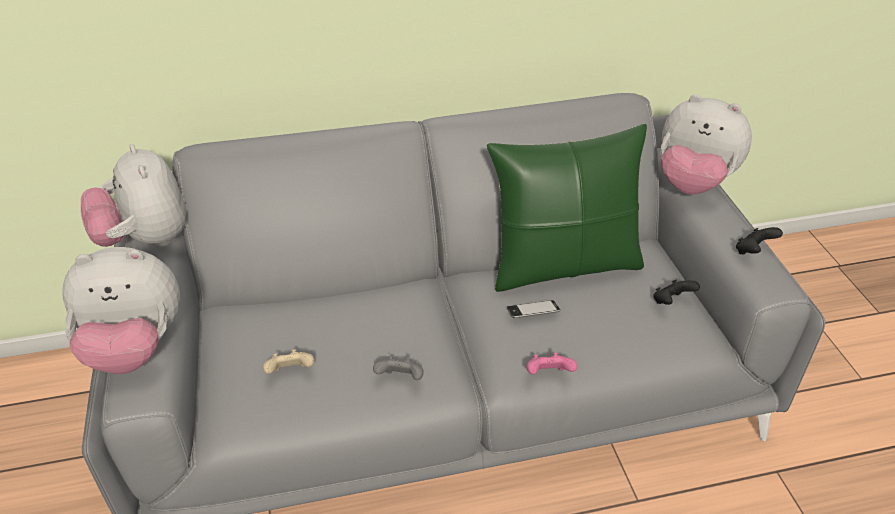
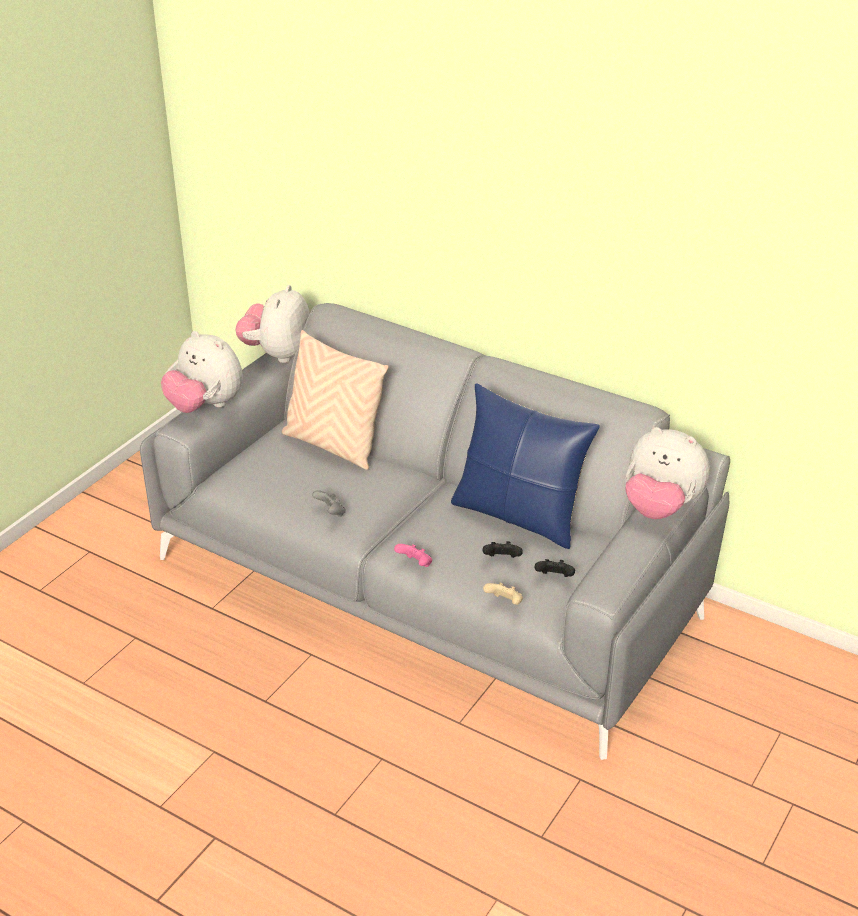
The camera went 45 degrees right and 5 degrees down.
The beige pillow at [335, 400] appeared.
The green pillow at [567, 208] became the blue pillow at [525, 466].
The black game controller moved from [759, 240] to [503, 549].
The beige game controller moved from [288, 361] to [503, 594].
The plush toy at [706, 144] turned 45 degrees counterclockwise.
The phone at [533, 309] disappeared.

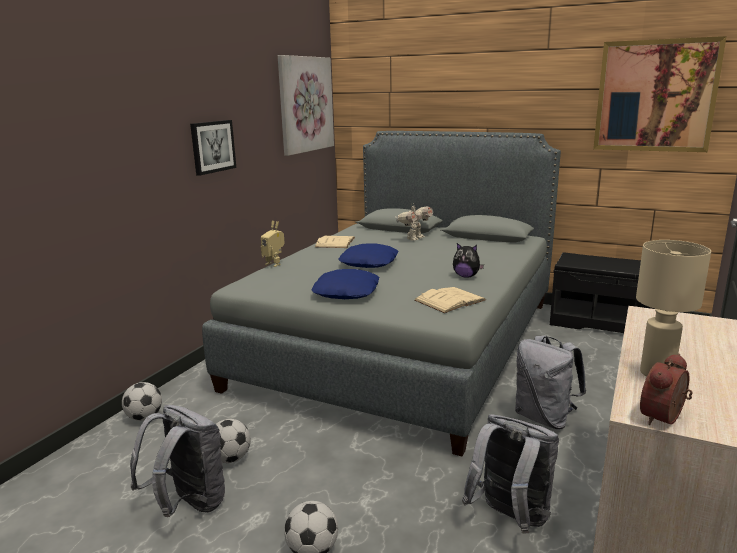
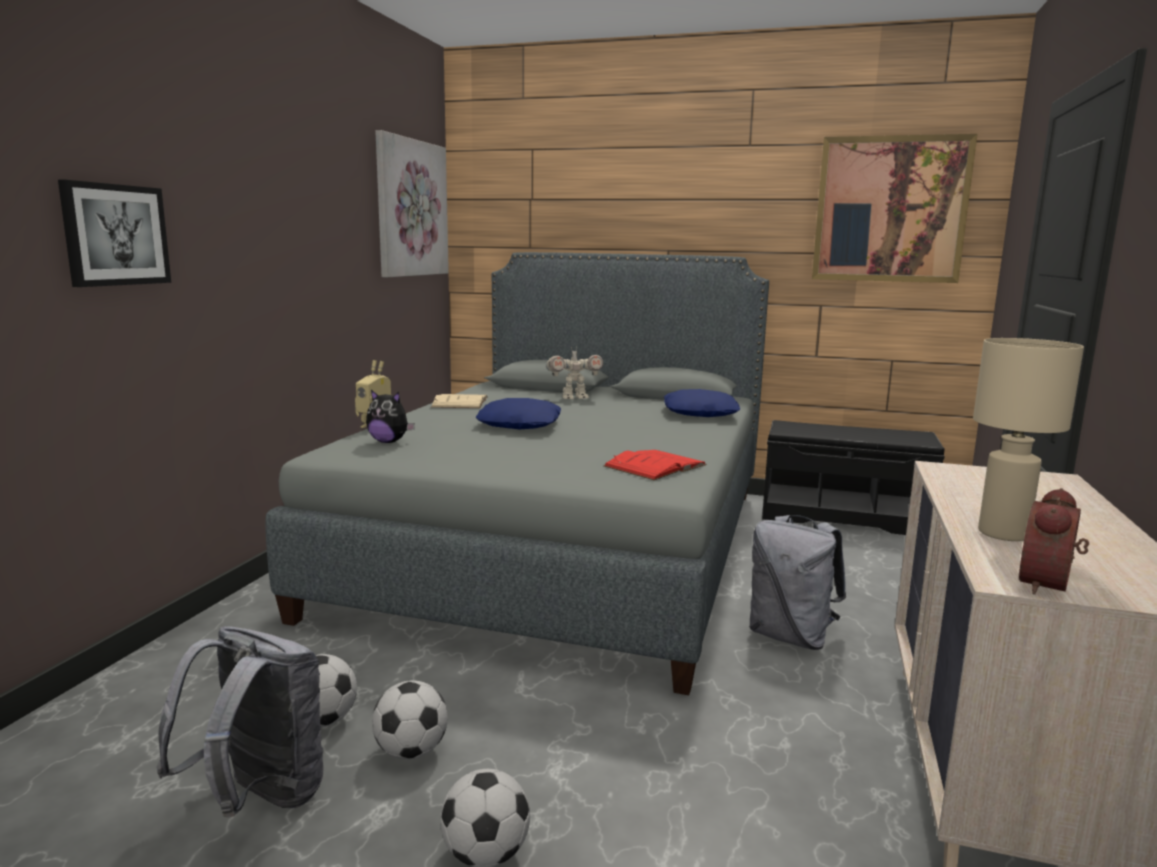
The camera went 10 degrees left and 5 degrees down.
The picture moved from [213, 148] to [114, 233].
The plush toy moved from [468, 260] to [390, 416].
The football moved from [142, 401] to [410, 719].
The toy robot at [414, 221] turned 45 degrees clockwise.
The beige book at [450, 300] became the red book at [655, 465].
The blue pillow moved from [345, 284] to [702, 403].
The grey backpack at [510, 474] disappeared.

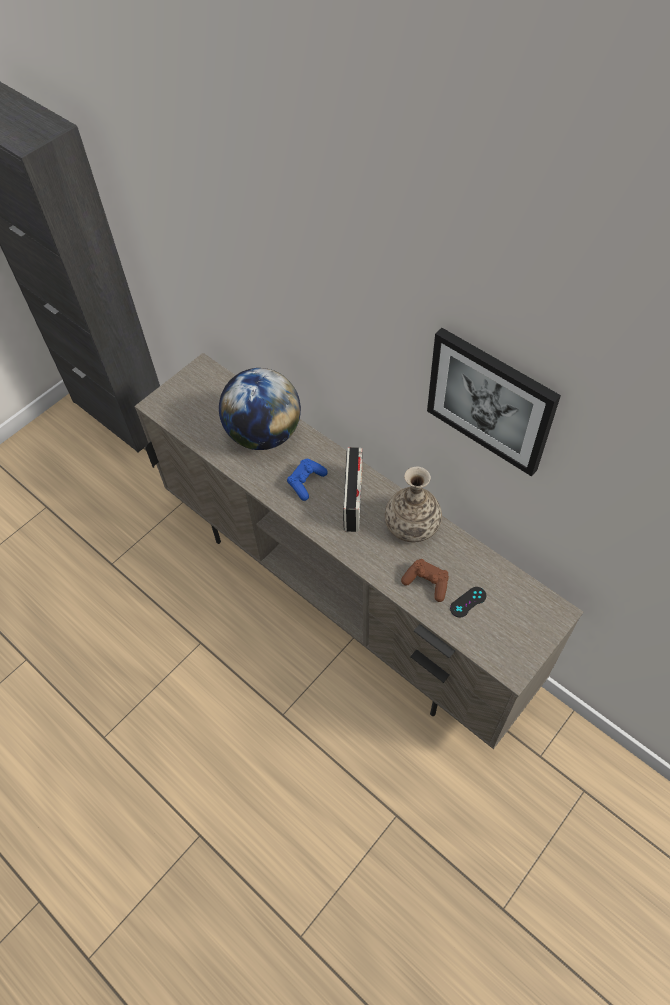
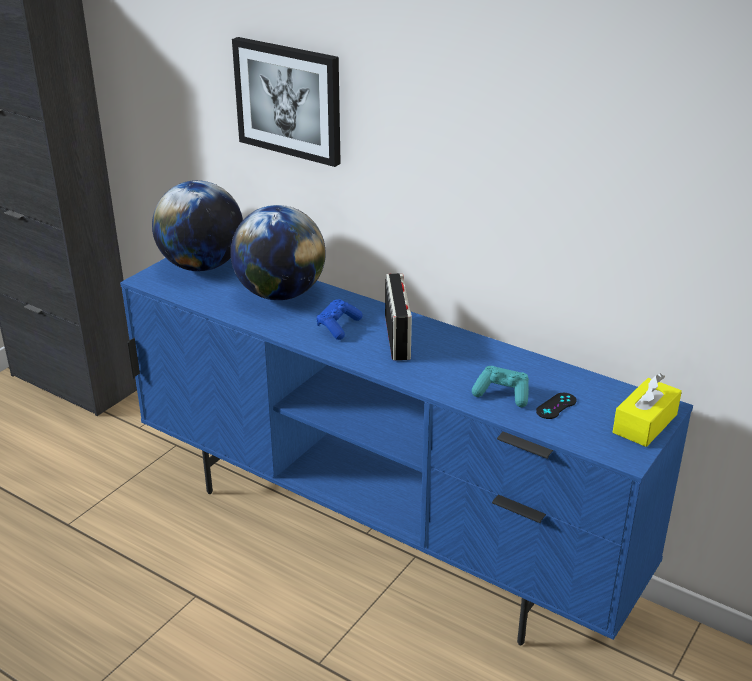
The camera went 10 degrees left and 25 degrees down.
The beige tv stand at [358, 551] became the blue tv stand at [406, 452].
The globe at [197, 225] appeared.
The picture moved from [494, 402] to [286, 102].
The brown game controller at [425, 580] became the turquoise game controller at [500, 386].
The yellow tissue box at [647, 410] appeared.
The vase at [413, 504] disappeared.

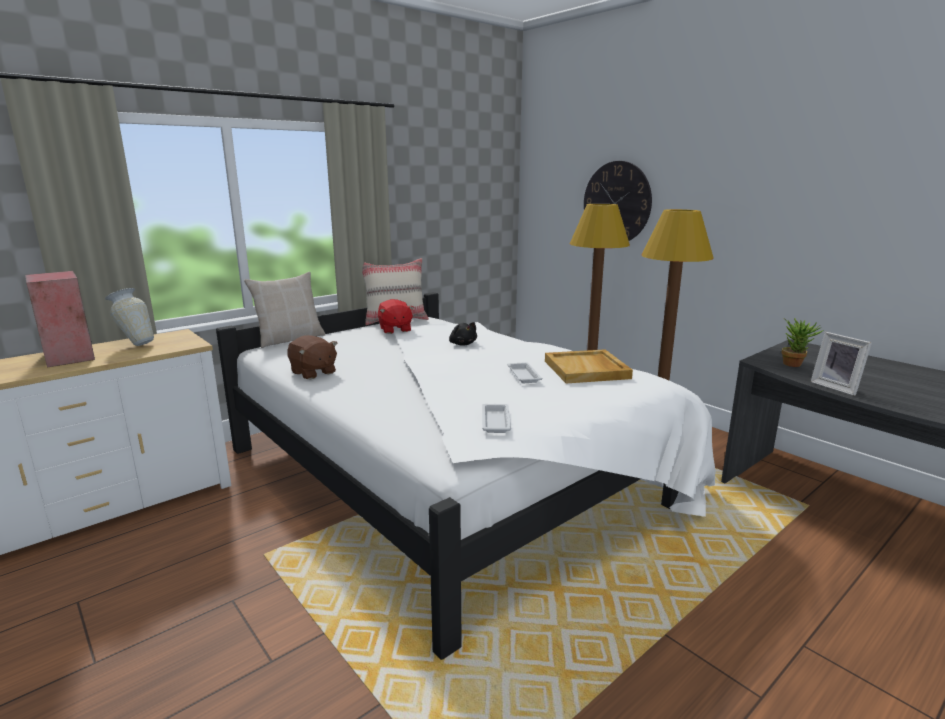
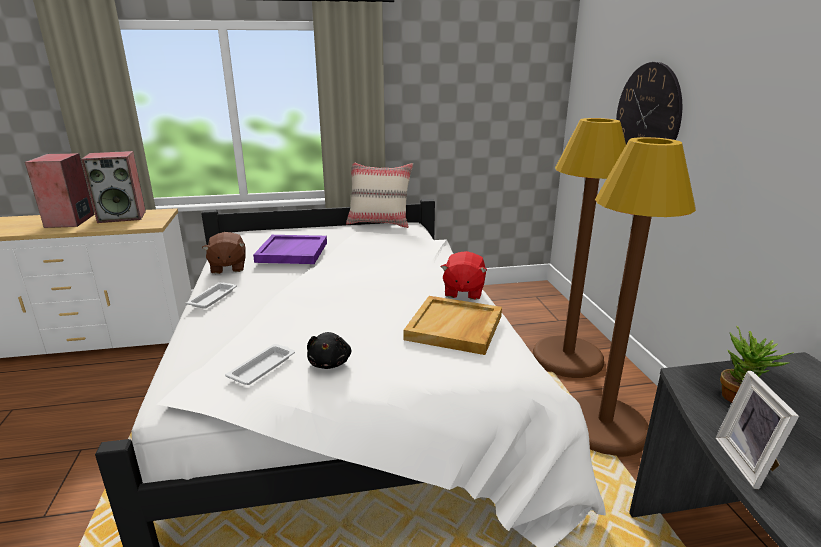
The camera went 30 degrees right and 5 degrees up.
The vase at [129, 317] was replaced by the speaker at [113, 187].
The white tray moved from [524, 372] to [211, 295].
The purple tray at [290, 249] appeared.
The black plush toy moved from [463, 334] to [329, 350].
The red plush toy moved from [396, 316] to [464, 275].
The beige pillow at [285, 310] disappeared.

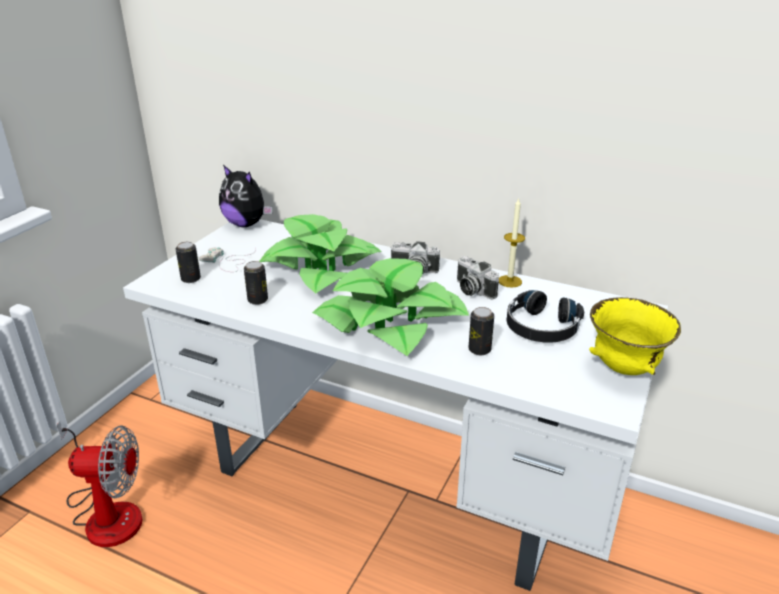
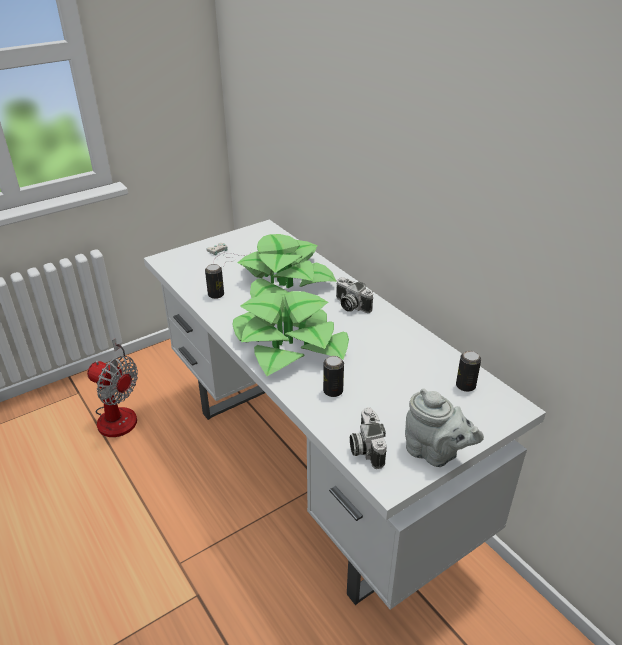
The camera went 30 degrees right and 5 degrees up.
The photo camera moved from [478, 277] to [368, 438].
The yellow bowl at [635, 336] was replaced by the grey teapot at [444, 427].
The can moved from [188, 262] to [468, 371].
The plush toy at [246, 196] disappeared.
The candle at [512, 242] disappeared.
The black headphones at [545, 316] disappeared.

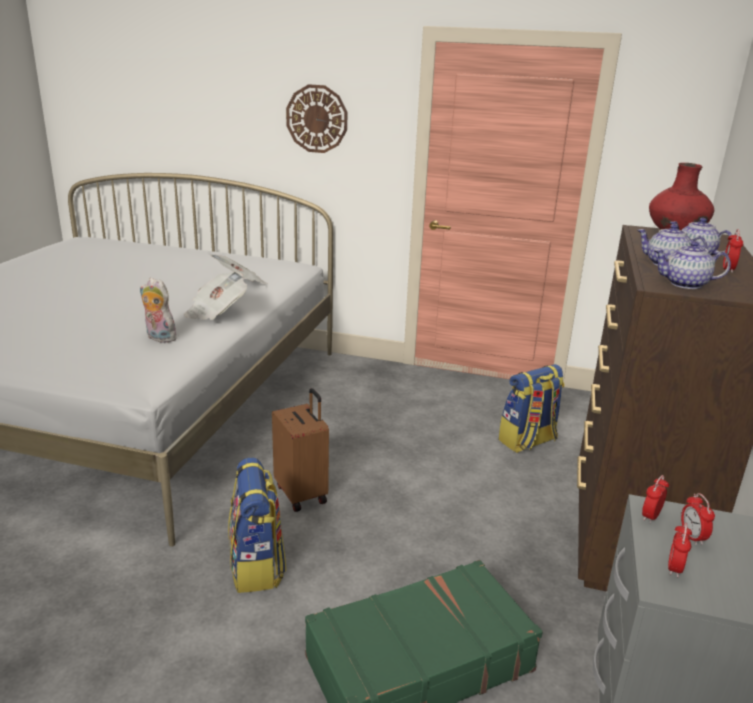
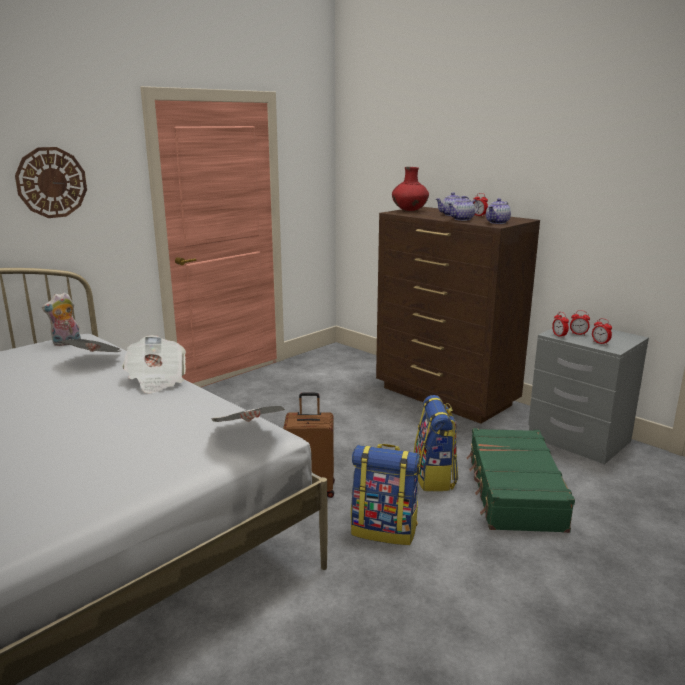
The camera went 60 degrees left and 5 degrees down.
The plush toy moved from [159, 310] to [61, 319].
The newspaper at [248, 414] appeared.
The backpack moved from [531, 408] to [436, 443].

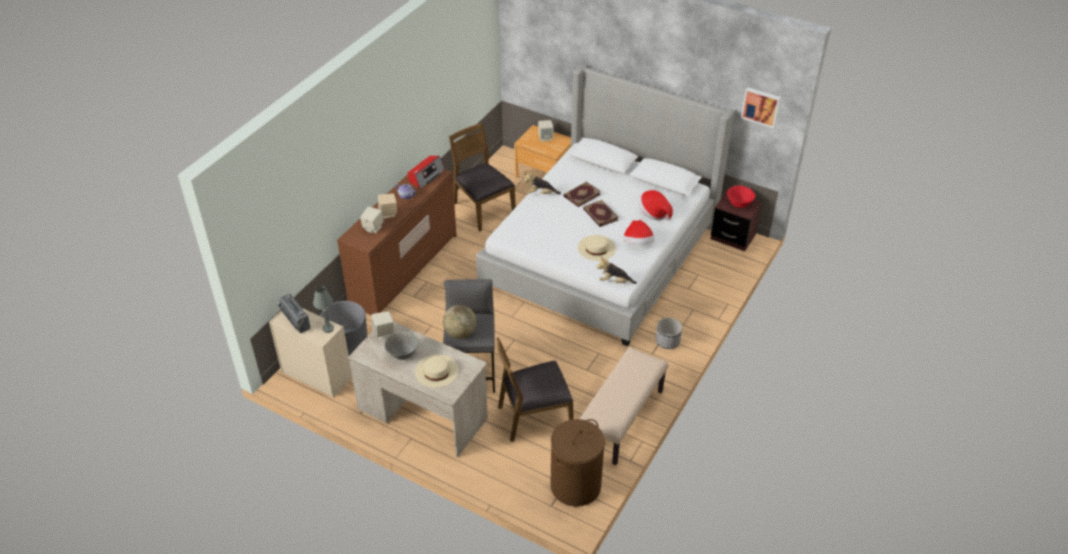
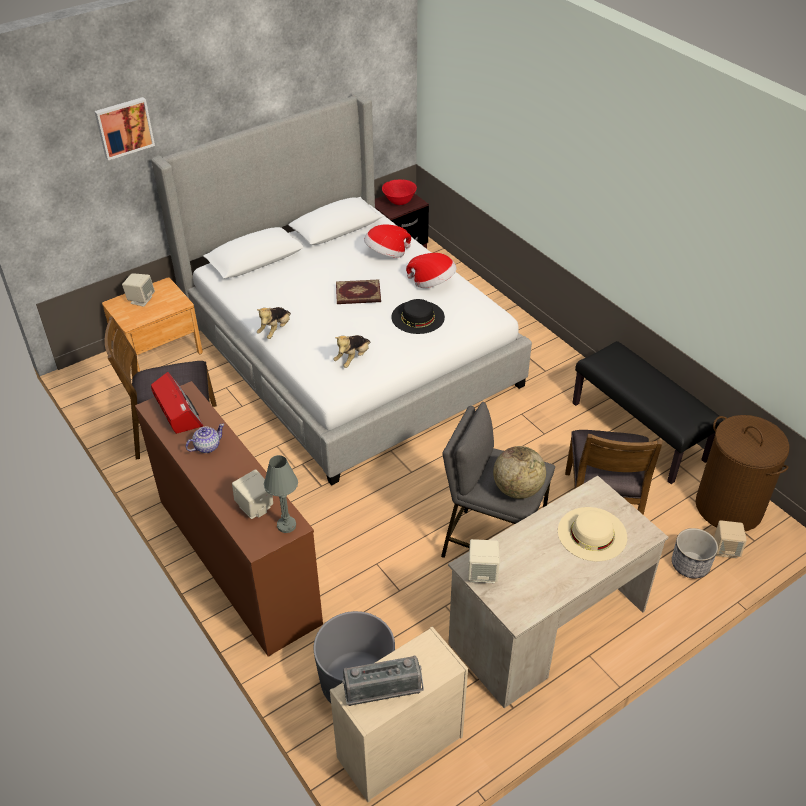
The camera went 65 degrees left and 0 degrees up.
The picture moved from [761, 107] to [124, 128].
The grey table lamp moved from [323, 309] to [281, 494].
The plush toy moved from [616, 270] to [352, 351].
The beige hat at [597, 248] became the black hat at [418, 316].
The beige bench at [624, 406] became the black bench at [647, 412].
The planter moved from [669, 333] to [695, 553].
The beige speaker moved from [387, 206] to [730, 539].
The grey bowl at [402, 346] disappeared.
The book at [582, 194] disappeared.

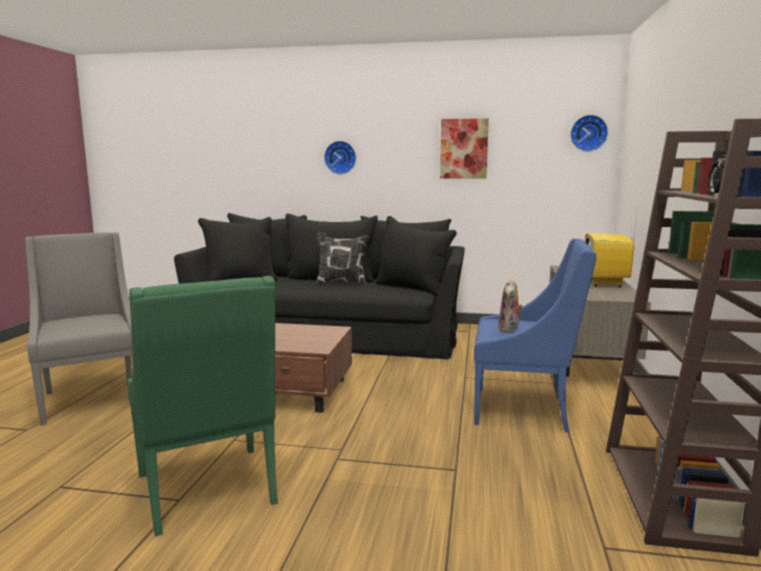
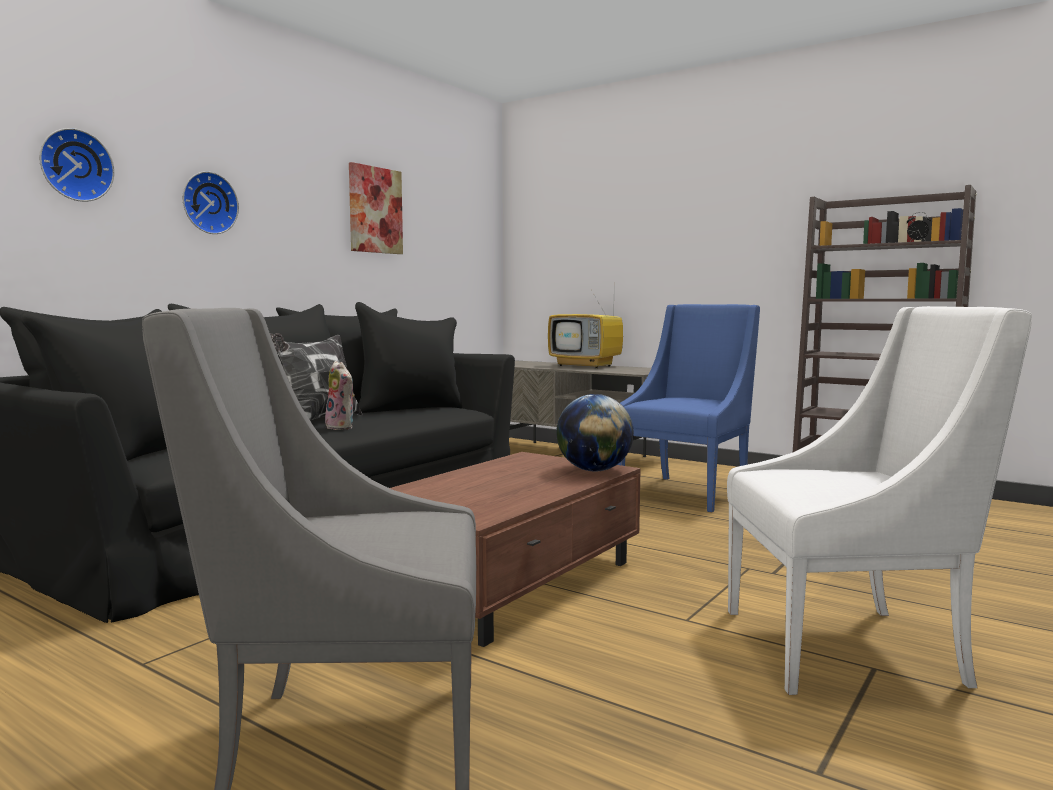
The camera went 65 degrees left and 5 degrees down.
The wall clock moved from [589, 133] to [77, 165].
The plush toy moved from [510, 305] to [340, 395].
The globe at [595, 433] appeared.
The green armchair at [202, 406] became the white armchair at [879, 500].

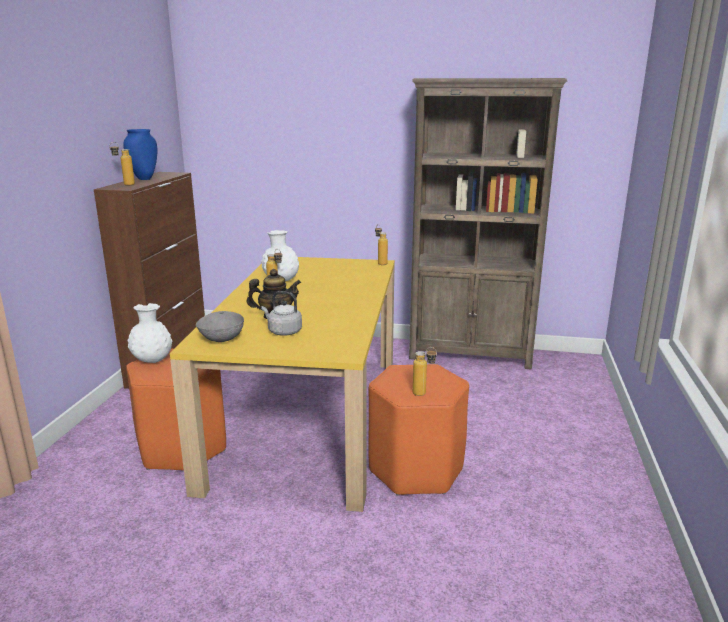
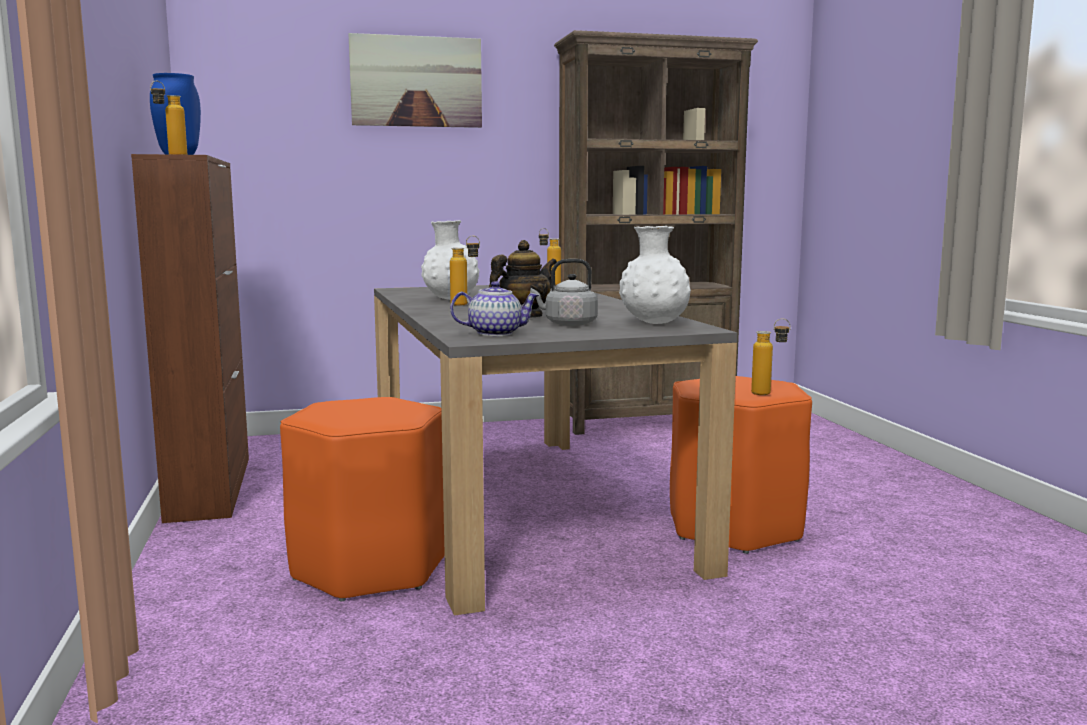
The camera went 25 degrees left and 10 degrees down.
The picture at [415, 80] appeared.
The yellow dining table at [282, 384] became the grey dining table at [555, 450].
The grey bowl at [219, 326] was replaced by the teapot at [494, 308].
The white vase moved from [149, 333] to [655, 275].

